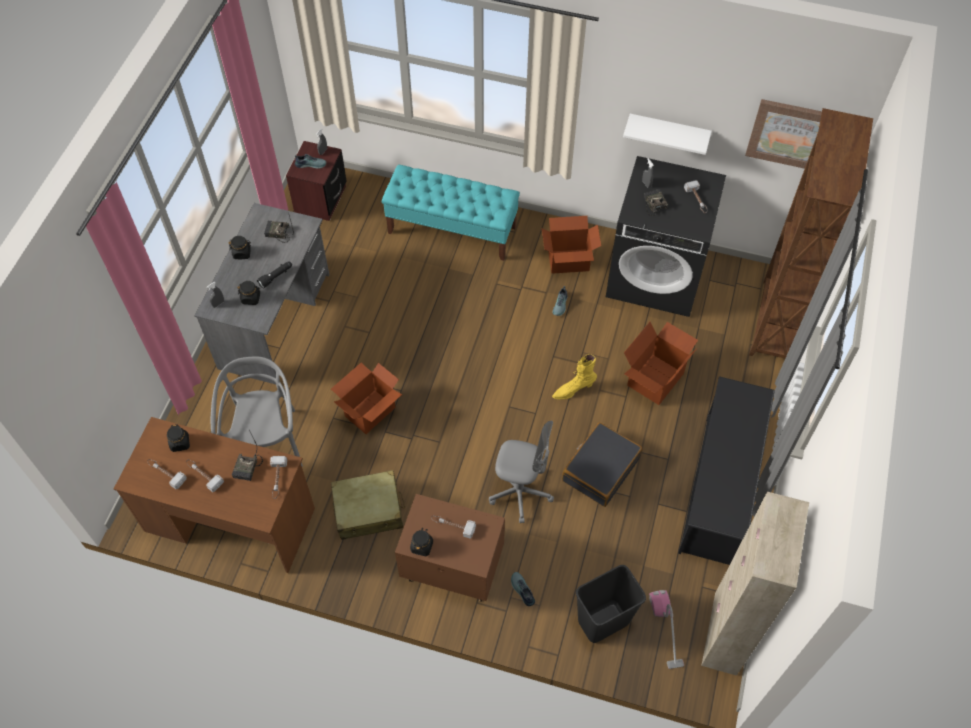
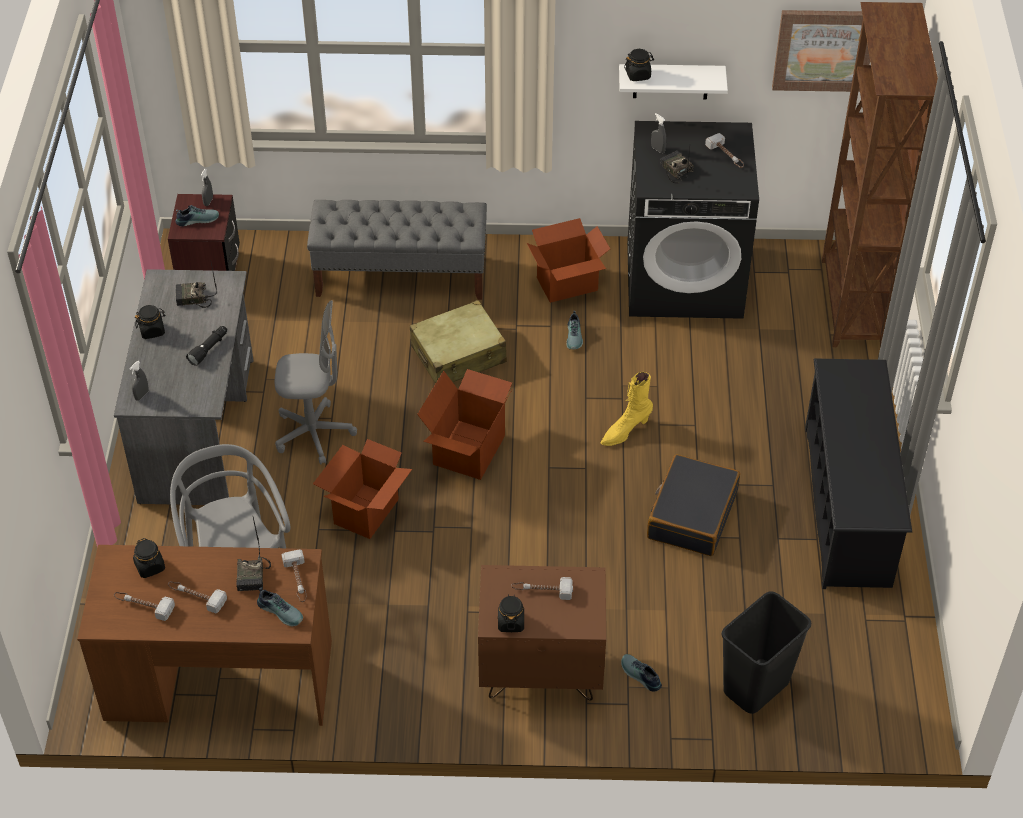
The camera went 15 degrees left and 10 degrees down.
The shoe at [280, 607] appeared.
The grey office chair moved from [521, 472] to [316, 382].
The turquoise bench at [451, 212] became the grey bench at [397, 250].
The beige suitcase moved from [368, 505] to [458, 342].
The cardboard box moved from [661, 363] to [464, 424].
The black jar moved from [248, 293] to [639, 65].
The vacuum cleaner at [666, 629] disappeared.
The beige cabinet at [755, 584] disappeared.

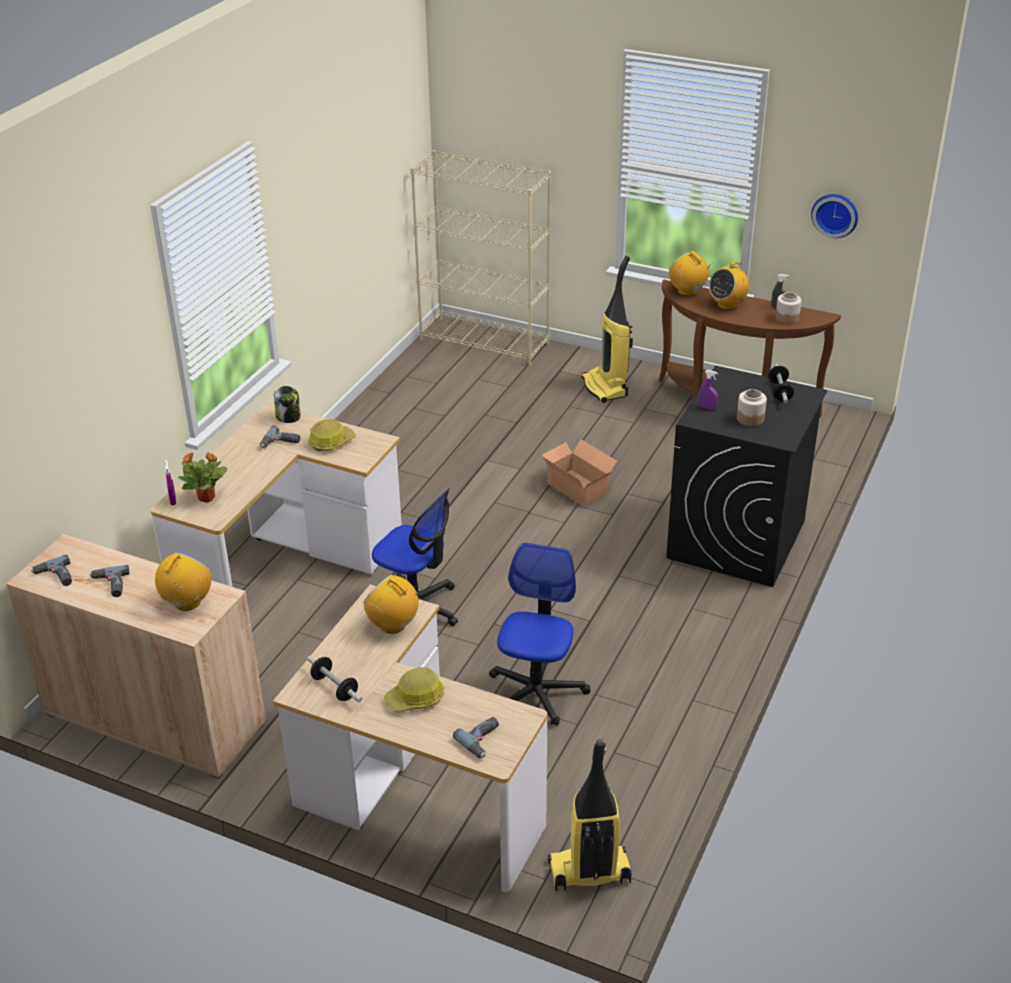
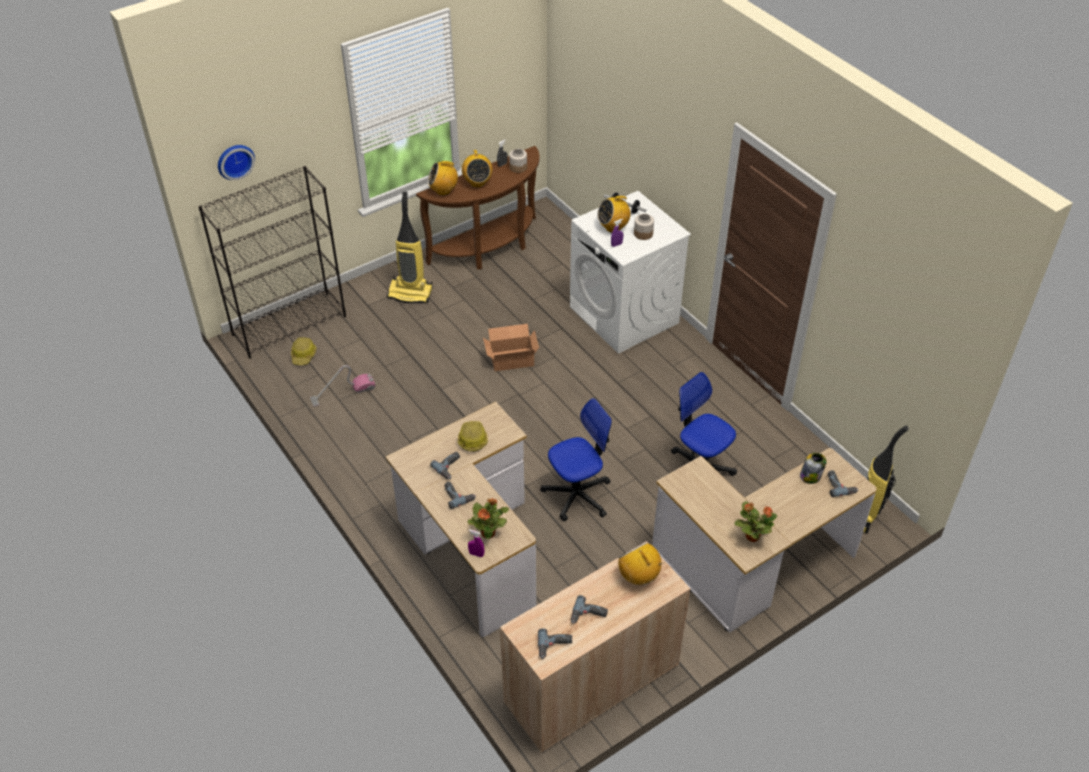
The camera went 60 degrees left and 10 degrees up.
The beige bookcase at [481, 258] became the black bookcase at [272, 262].
The wall clock moved from [834, 216] to [236, 162].
The hard hat moved from [414, 689] to [304, 351].
The vacuum cleaner at [343, 386] appeared.
The power drill at [460, 495] appeared.
The black washing machine at [746, 476] became the white washing machine at [630, 272].
The radio moved from [392, 604] to [613, 213].
The dumbbell at [334, 679] was replaced by the potted plant at [755, 521].
The jar moved from [287, 404] to [813, 468].

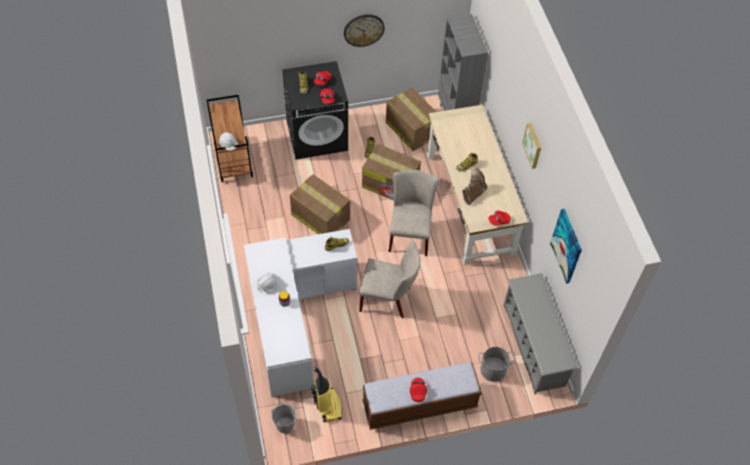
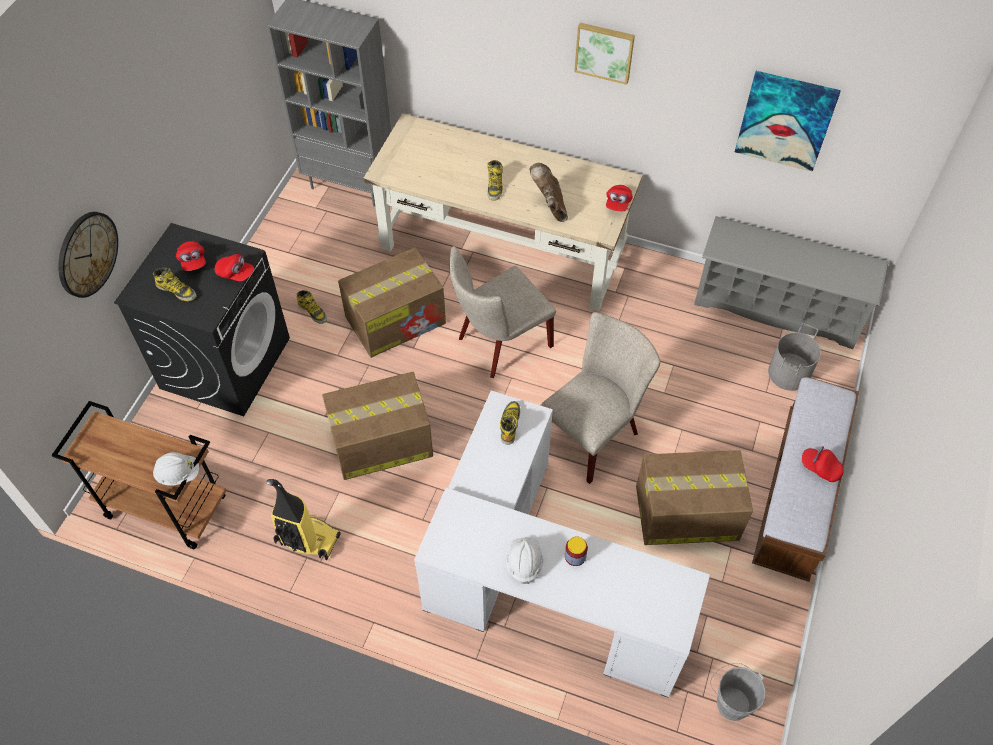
The camera went 55 degrees left and 0 degrees up.
The wall clock moved from [364, 30] to [88, 255].
The vacuum cleaner moved from [327, 394] to [303, 519].
The beige chair at [414, 213] turned 75 degrees counterclockwise.
The cardboard box moved from [411, 119] to [694, 497].

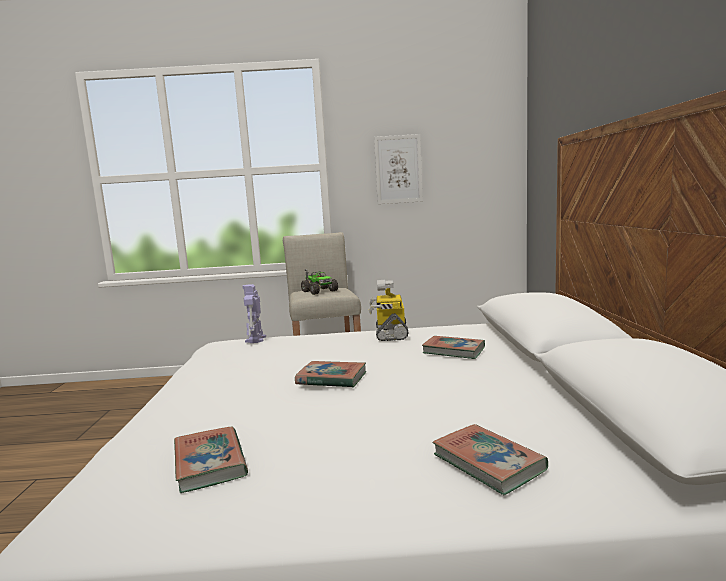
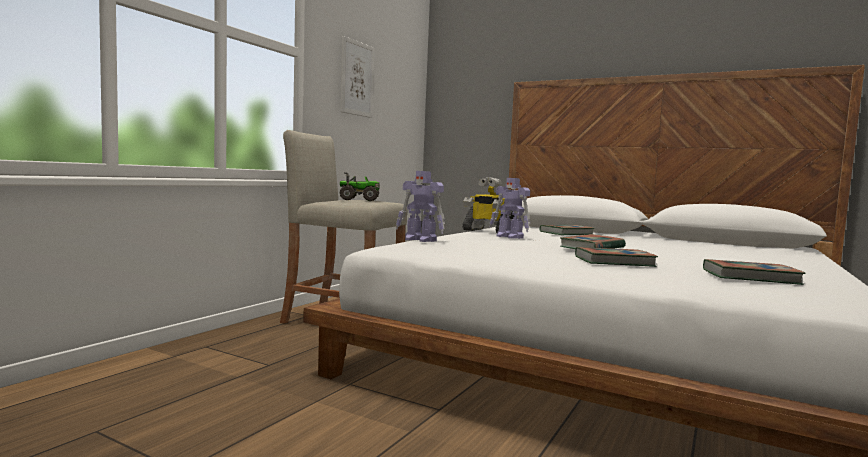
The camera went 60 degrees left and 5 degrees down.
The toy robot at [510, 208] appeared.
The book moved from [490, 459] to [616, 257].

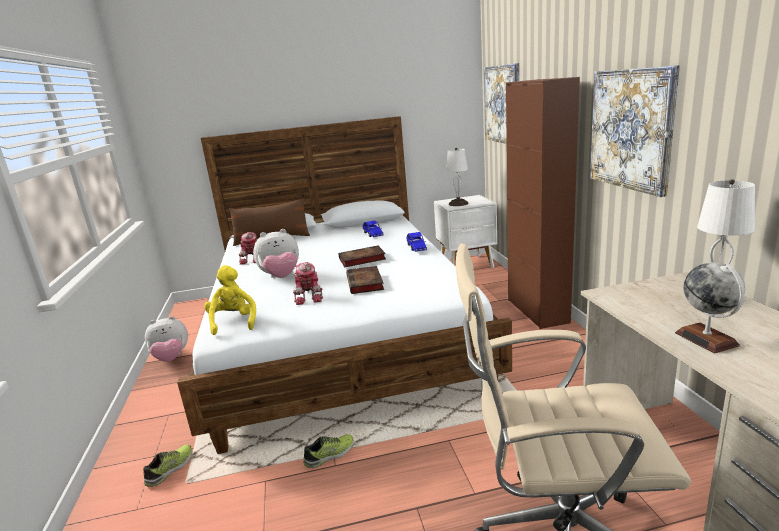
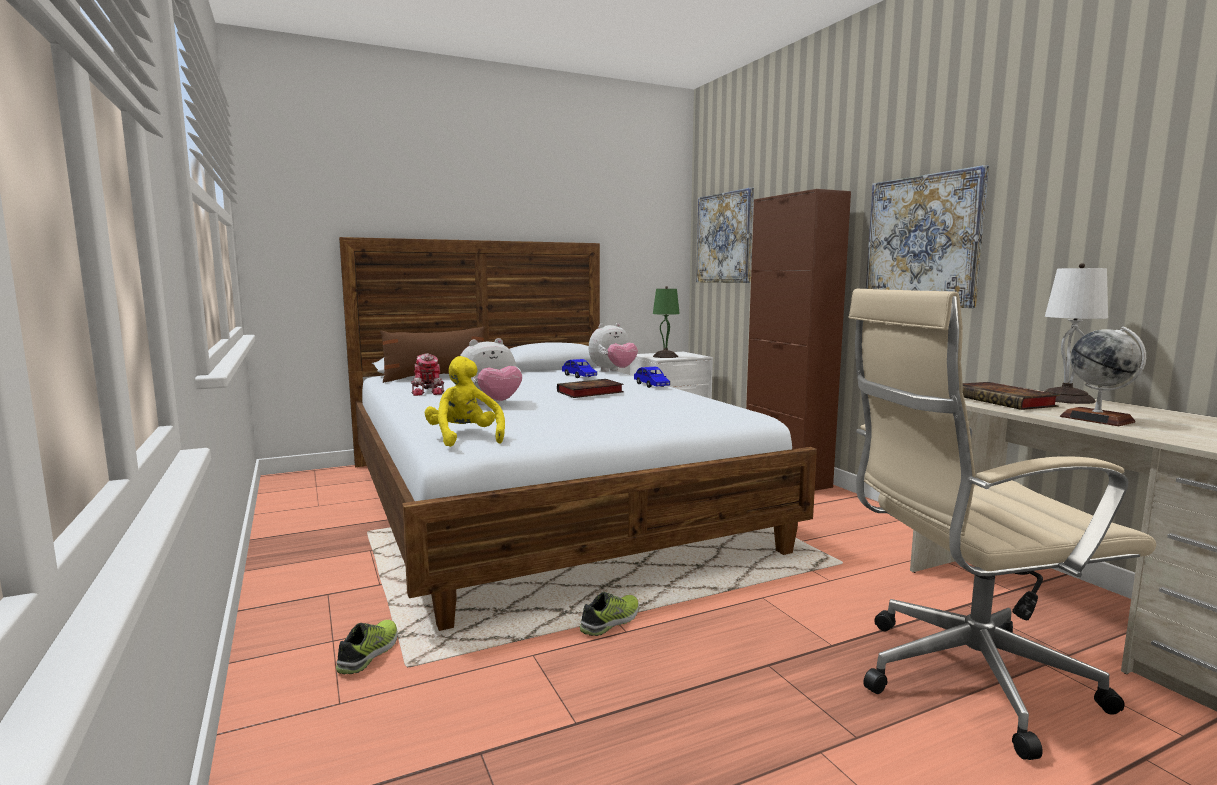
The camera went 15 degrees left and 10 degrees down.
The plush toy moved from [166, 339] to [613, 347].
The white table lamp at [457, 177] became the green table lamp at [666, 322].
The book moved from [365, 280] to [1011, 396].
The toy robot at [308, 283] disappeared.

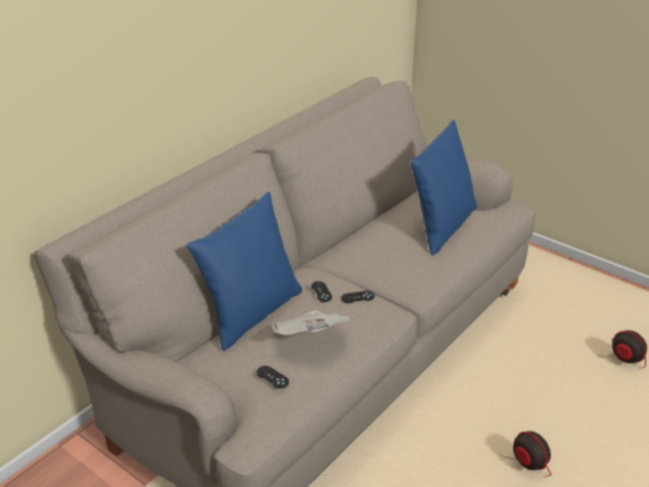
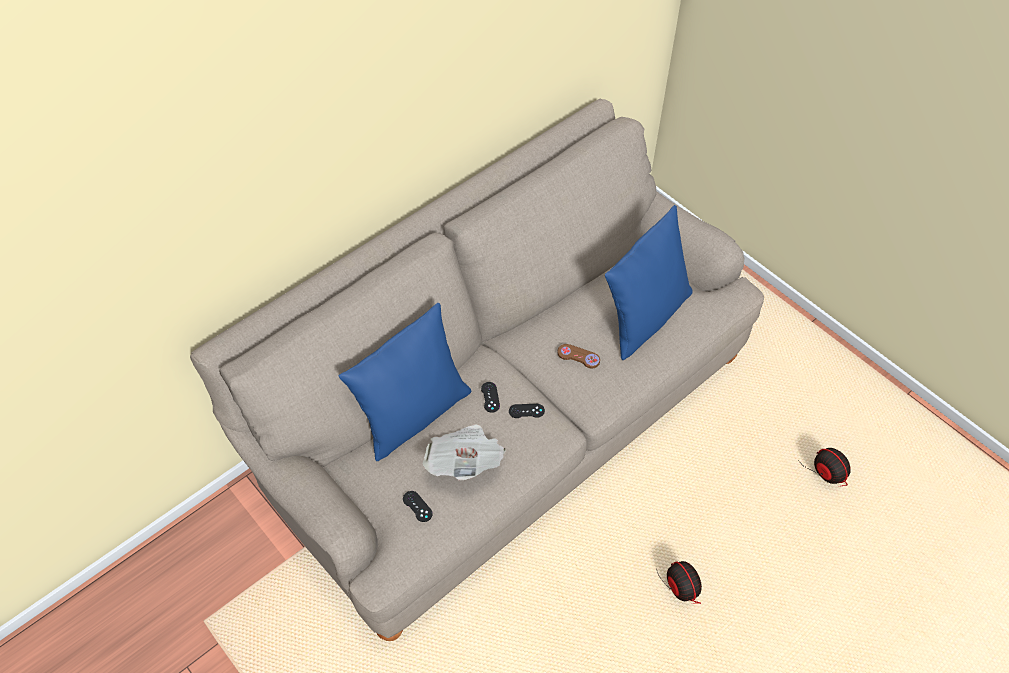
The camera went 10 degrees right and 20 degrees up.
The brown game controller at [578, 356] appeared.

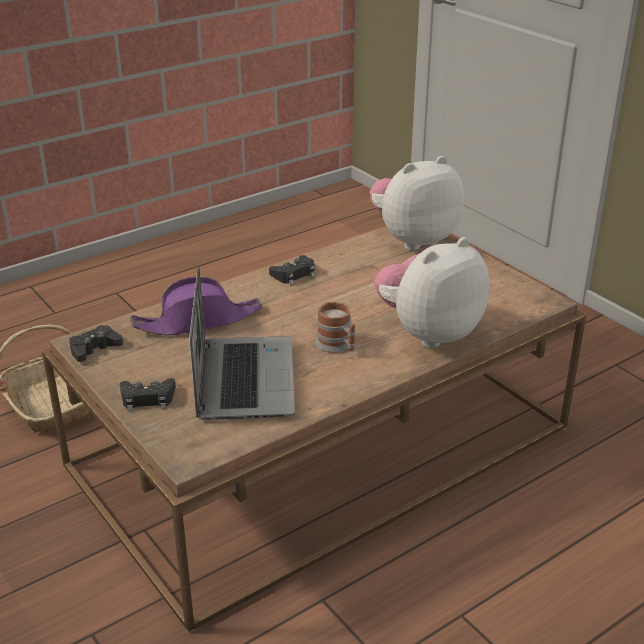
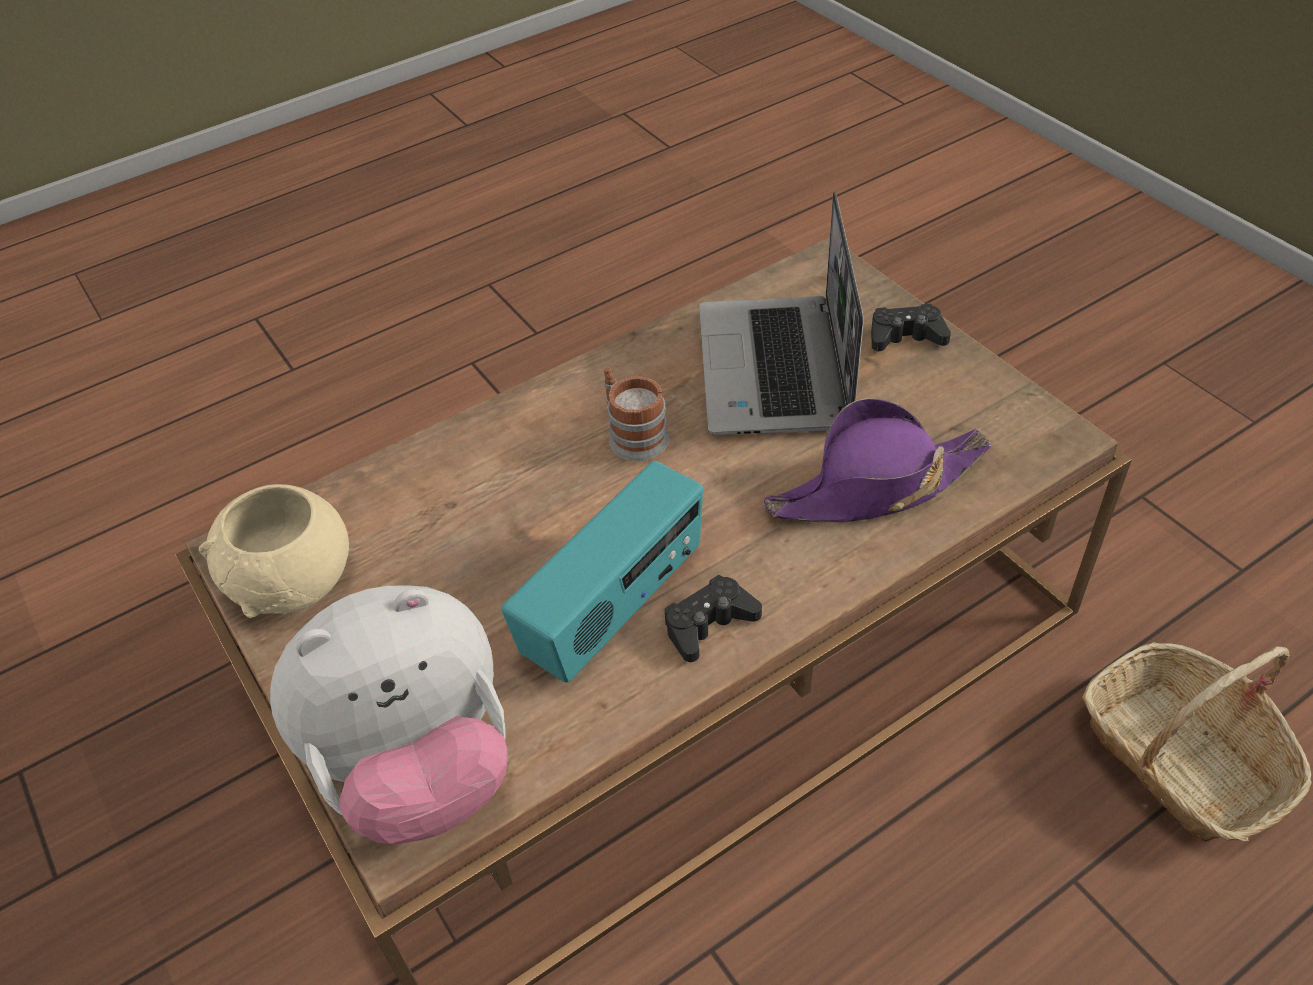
The camera went 175 degrees left and 15 degrees up.
The beige bowl at [274, 551] appeared.
The radio at [602, 572] appeared.
The black game controller at [96, 343] disappeared.
The plush toy at [431, 292] disappeared.

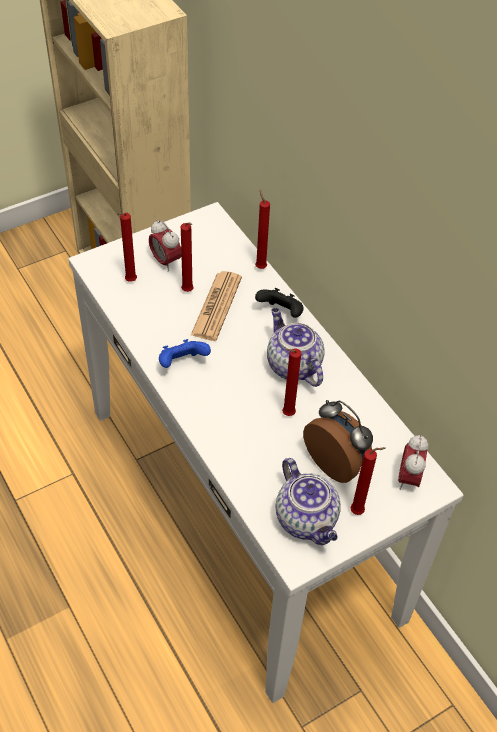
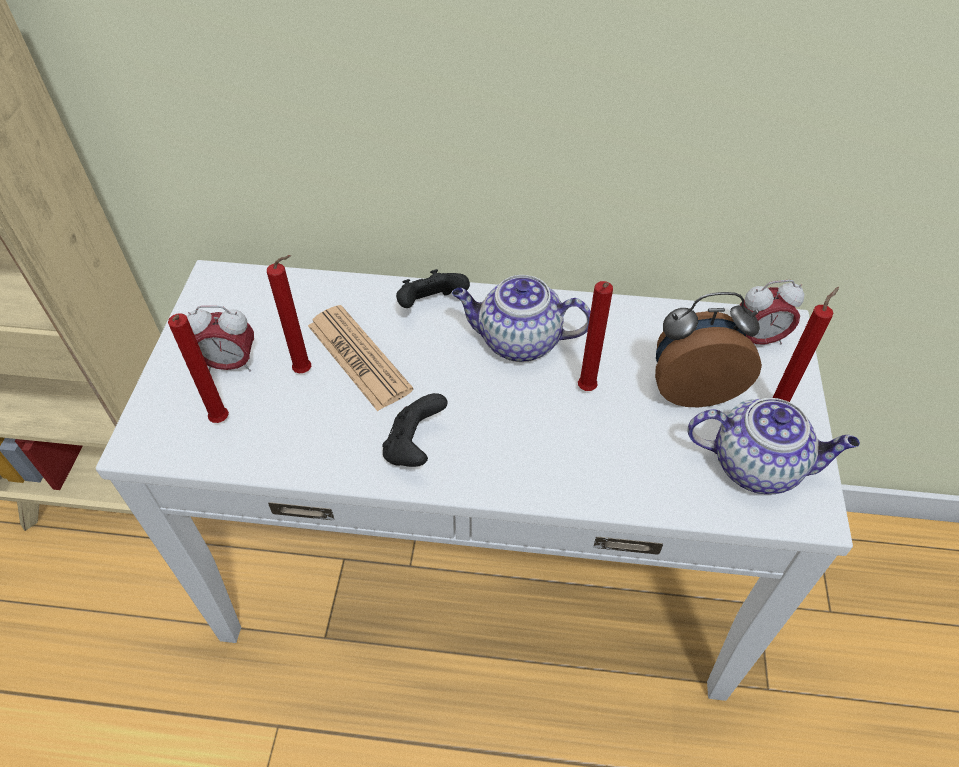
The camera went 50 degrees left and 0 degrees up.
The blue game controller at [185, 353] became the black game controller at [415, 430].
The alarm clock at [413, 462] turned 60 degrees counterclockwise.
The red candle at [262, 229] disappeared.

